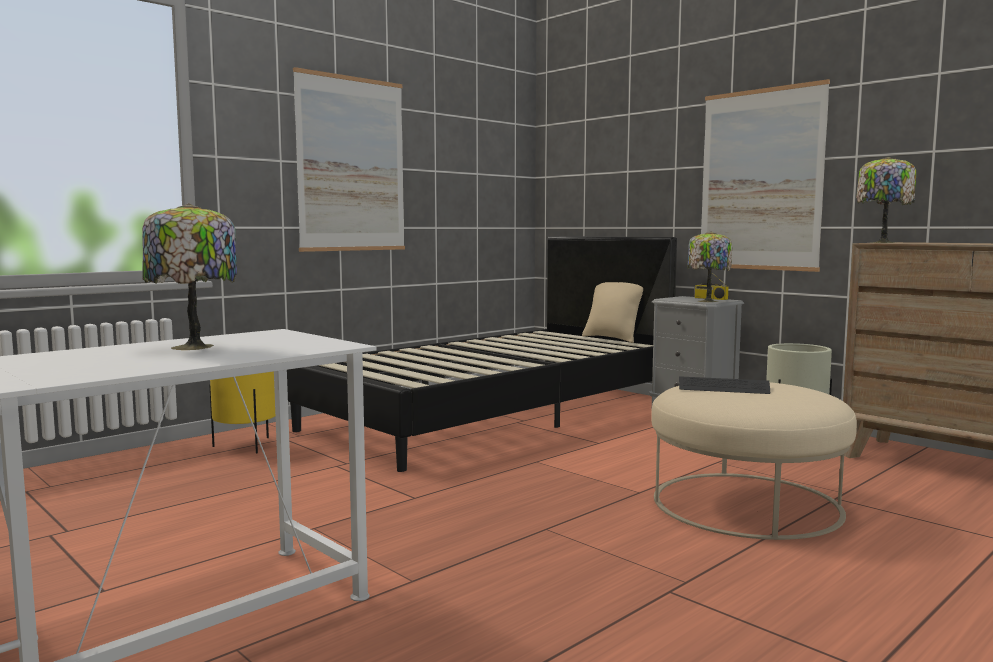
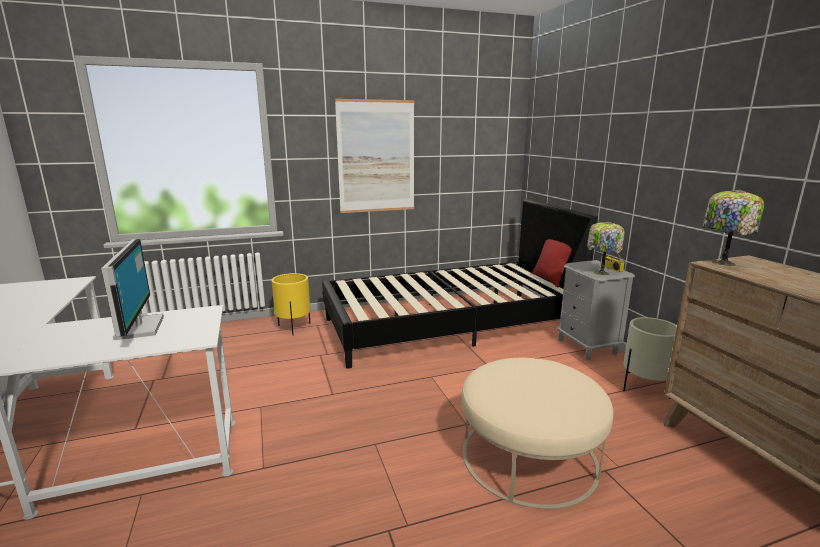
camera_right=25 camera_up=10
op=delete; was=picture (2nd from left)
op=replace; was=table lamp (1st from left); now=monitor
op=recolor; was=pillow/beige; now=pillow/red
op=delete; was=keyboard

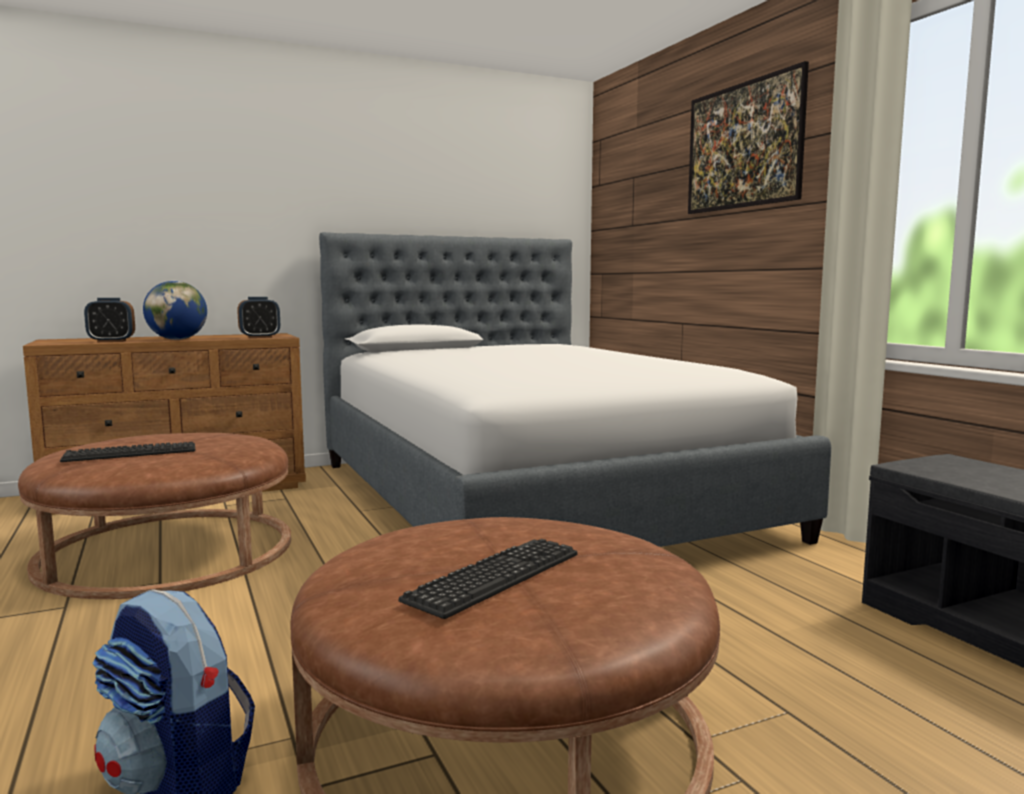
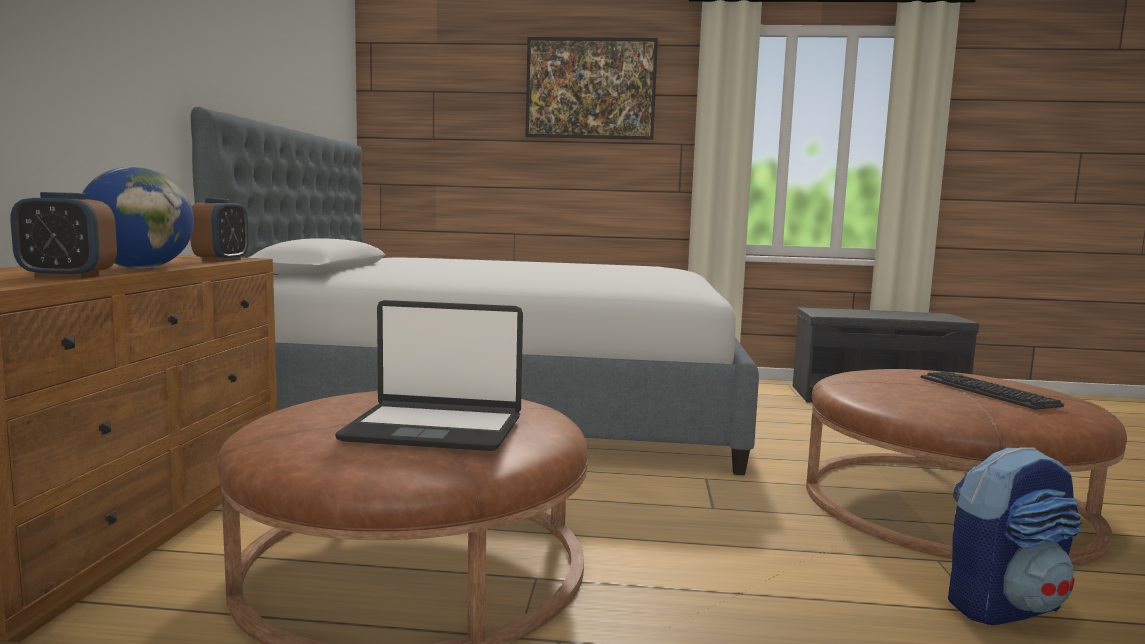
camera_right=-60 camera_up=0
op=rotate; was=alarm clock (1st from left); clockwise=75
op=replace; was=keyboard (1st from left); now=laptop

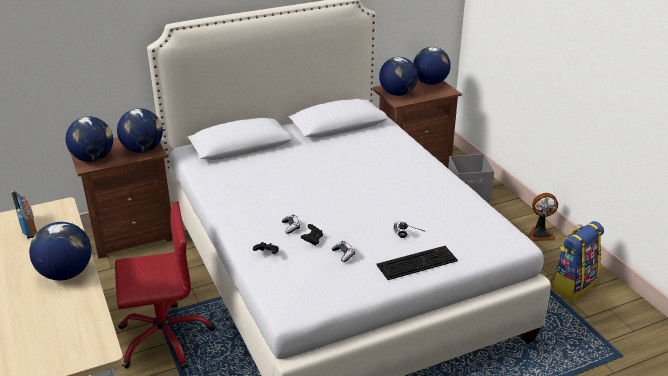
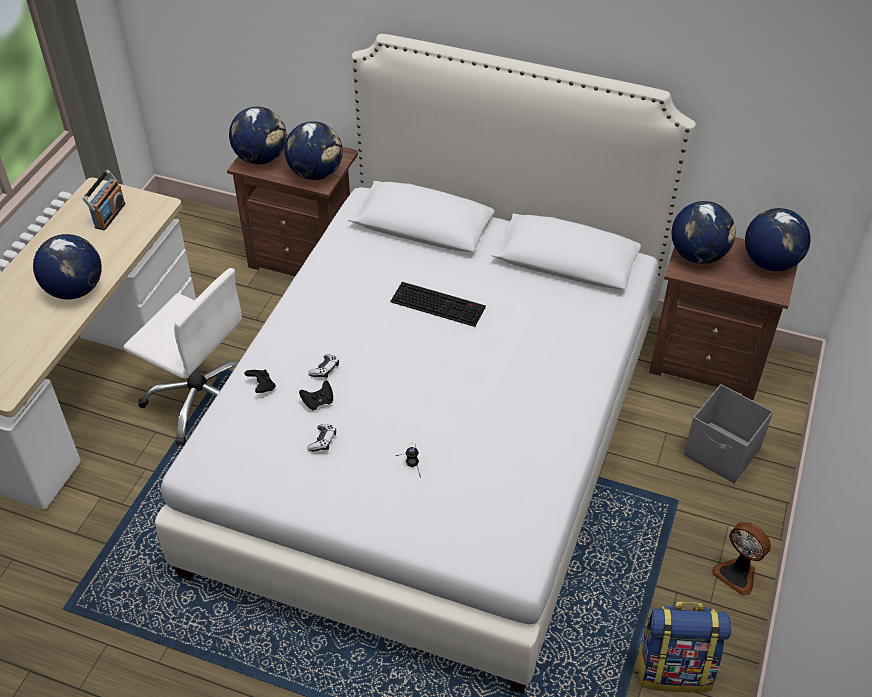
camera_right=45 camera_up=15
op=recolor; was=office chair/red; now=office chair/white
op=move; was=keyboard

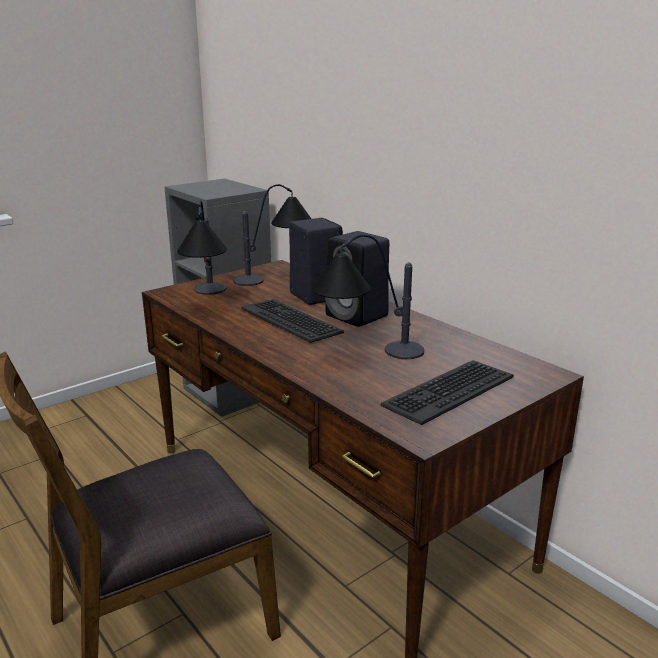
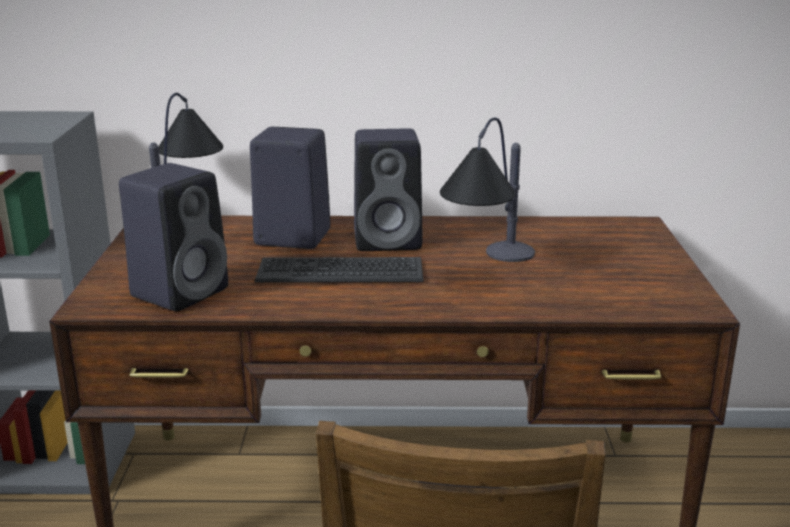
camera_right=-50 camera_up=0
op=replace; was=table lamp (1st from left); now=speaker/black (1st from left)
op=delete; was=keyboard (2nd from left)

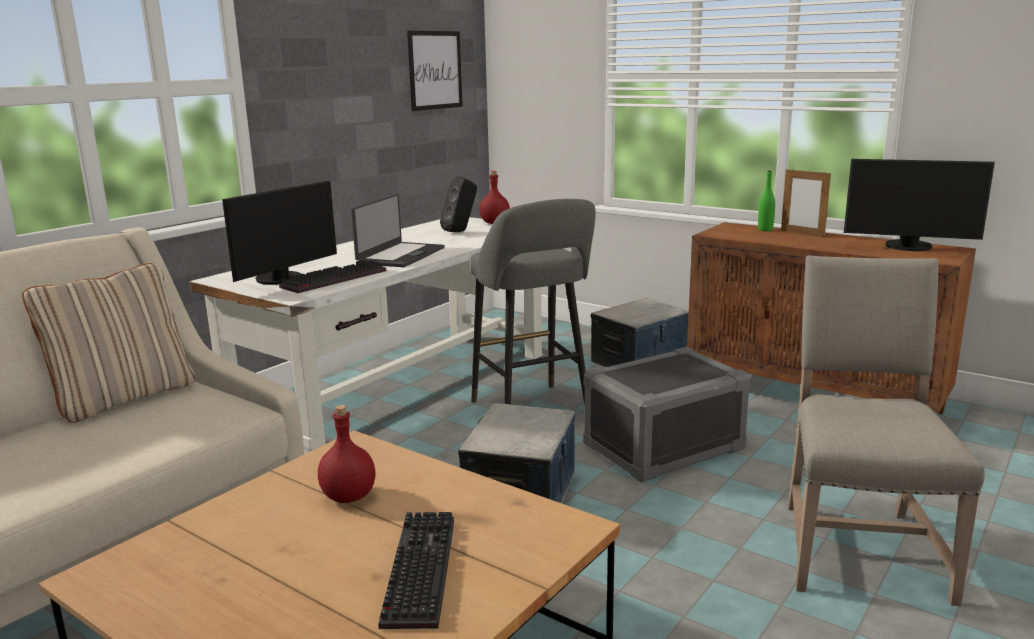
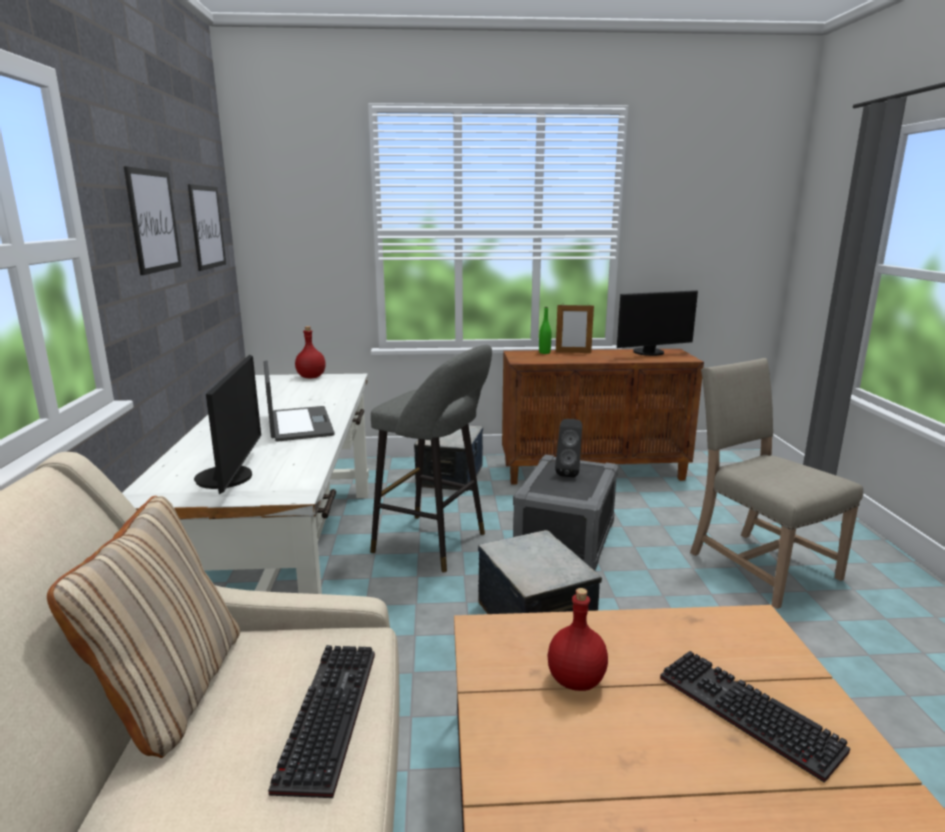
camera_right=-40 camera_up=0
op=move; was=speaker/black
op=move; was=keyboard (1st from left)
op=insert; now=picture (1st from left)

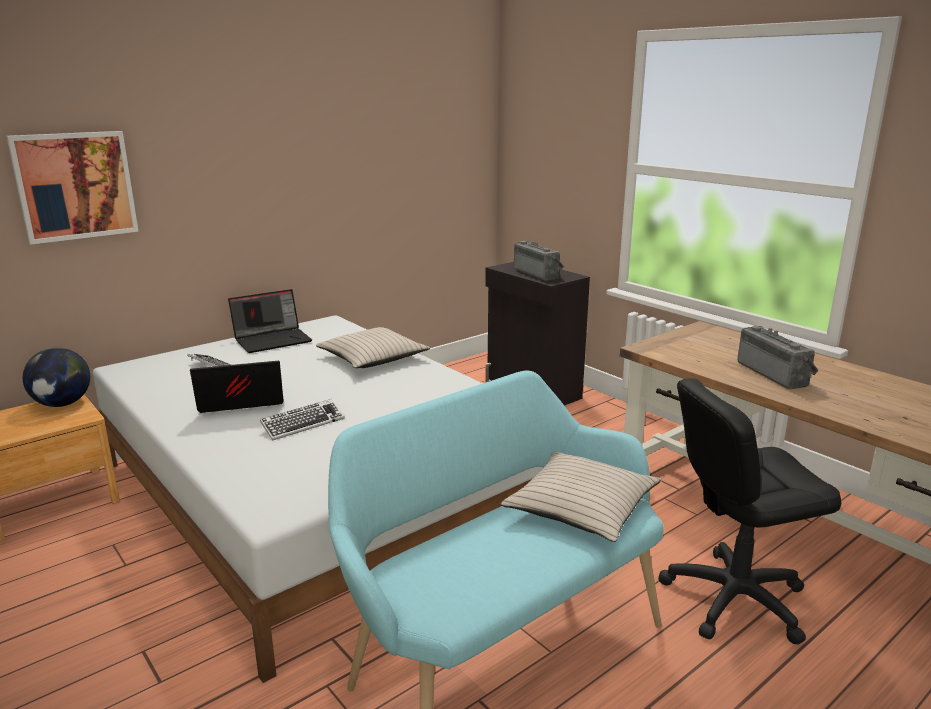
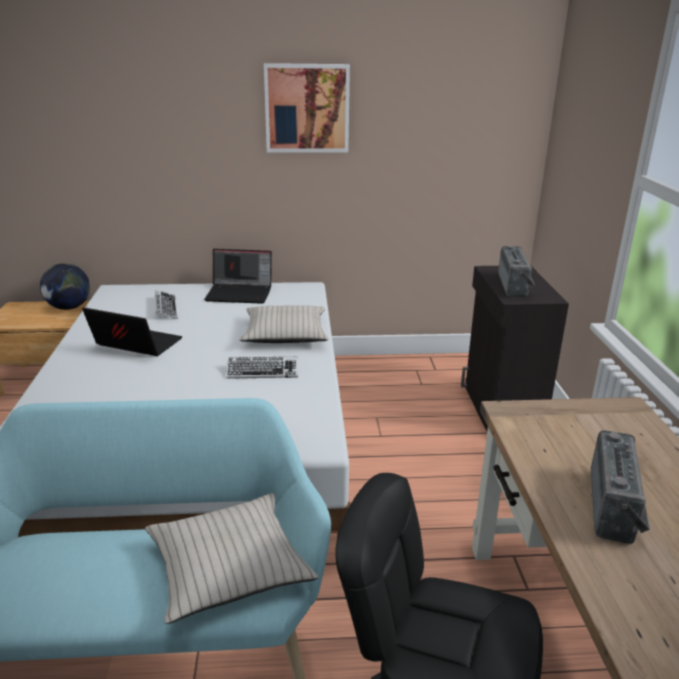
camera_right=35 camera_up=5
op=move; was=picture
op=move; was=keyboard (2nd from left)

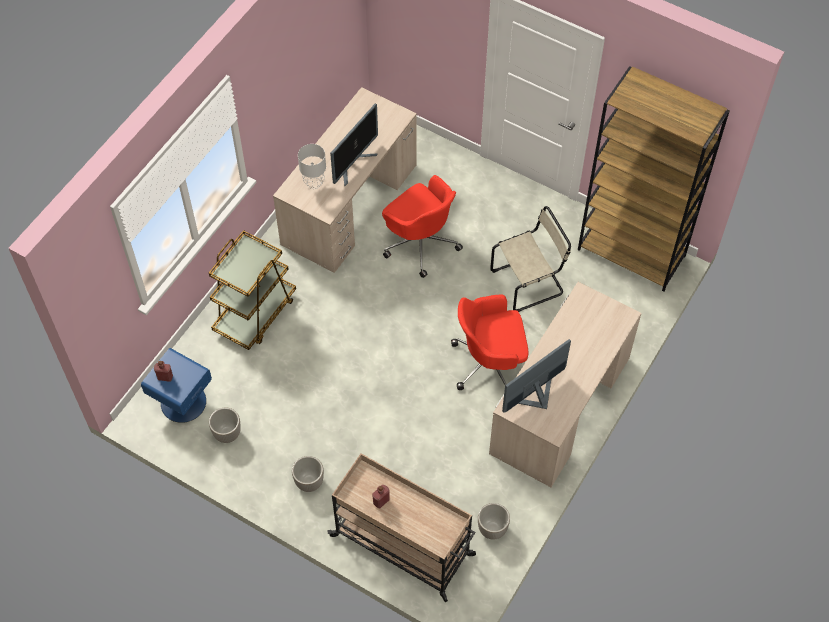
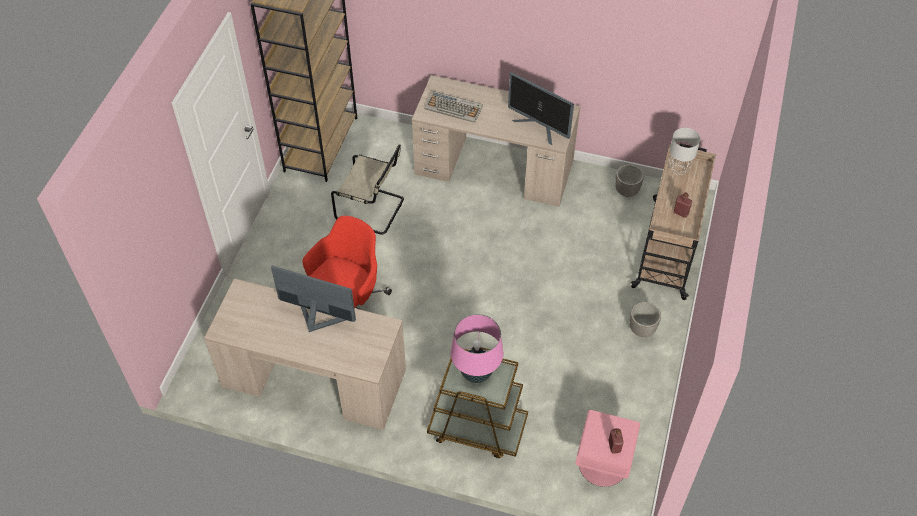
camera_right=-105 camera_up=-5
op=move; was=table lamp/grey
op=rotate; was=chair/beige; clockwise=150
op=delete; was=office chair/red (2nd from left)
op=recolor; was=nightstand/blue; now=nightstand/pink
op=delete; was=planter (1st from left)
op=insert; now=keyboard
op=insert; now=table lamp/pink

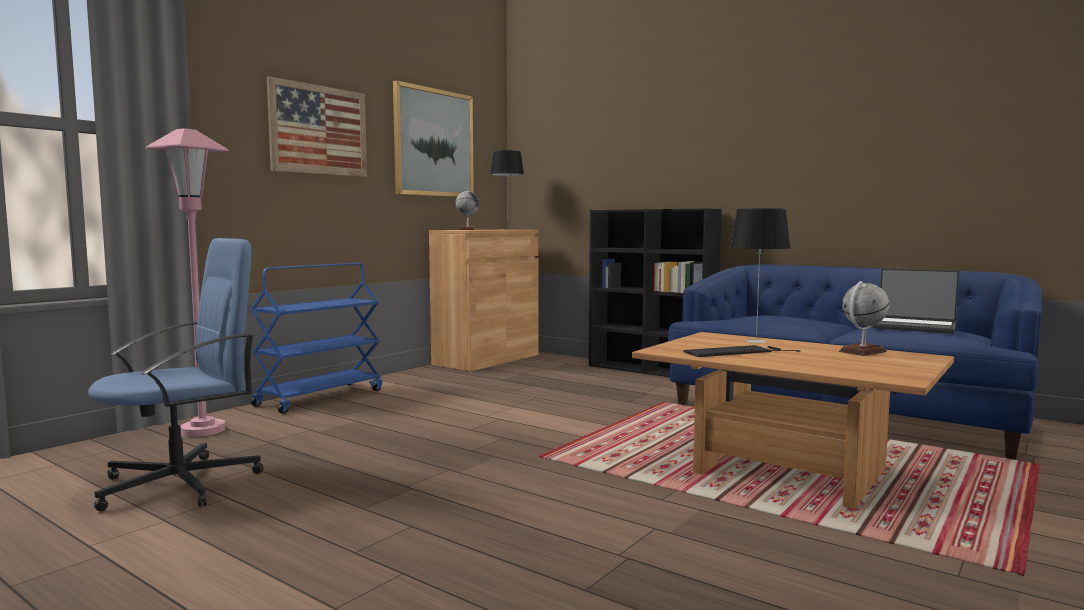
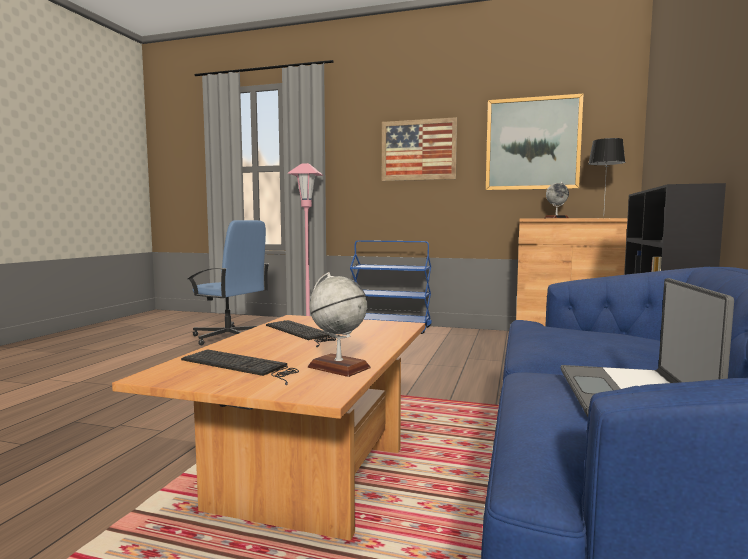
camera_right=70 camera_up=0
op=delete; was=table lamp (2nd from left)
op=insert; now=keyboard (1st from left)

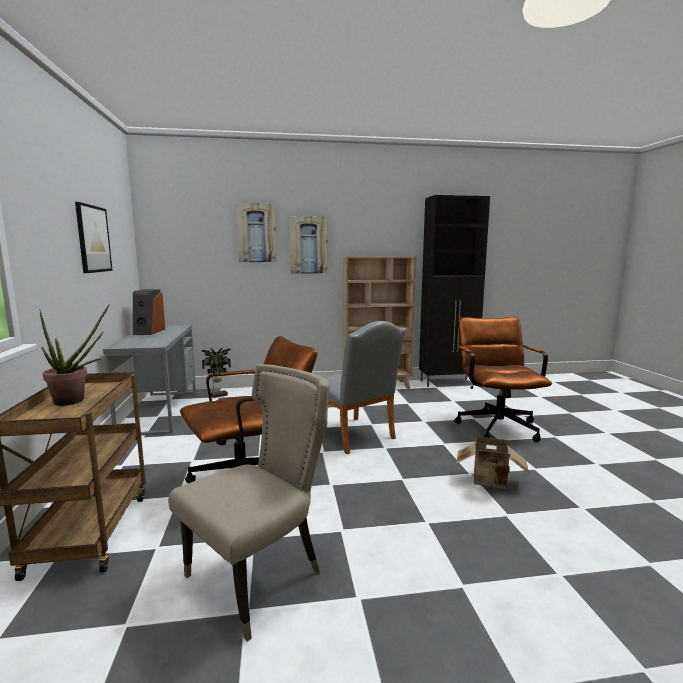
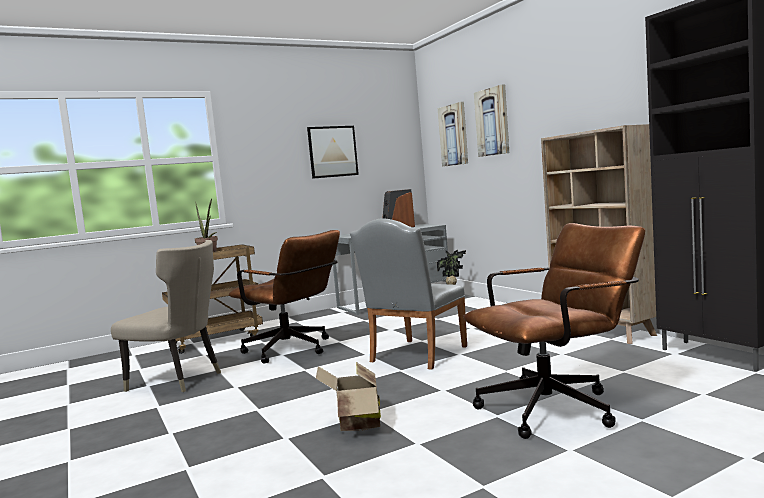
camera_right=70 camera_up=-5
op=move; was=picture (3rd from left in the first image); now=picture (2nd from left)

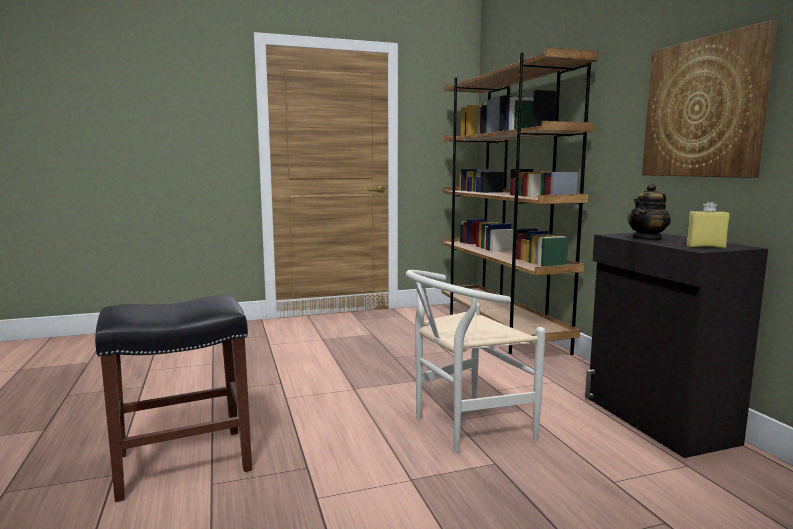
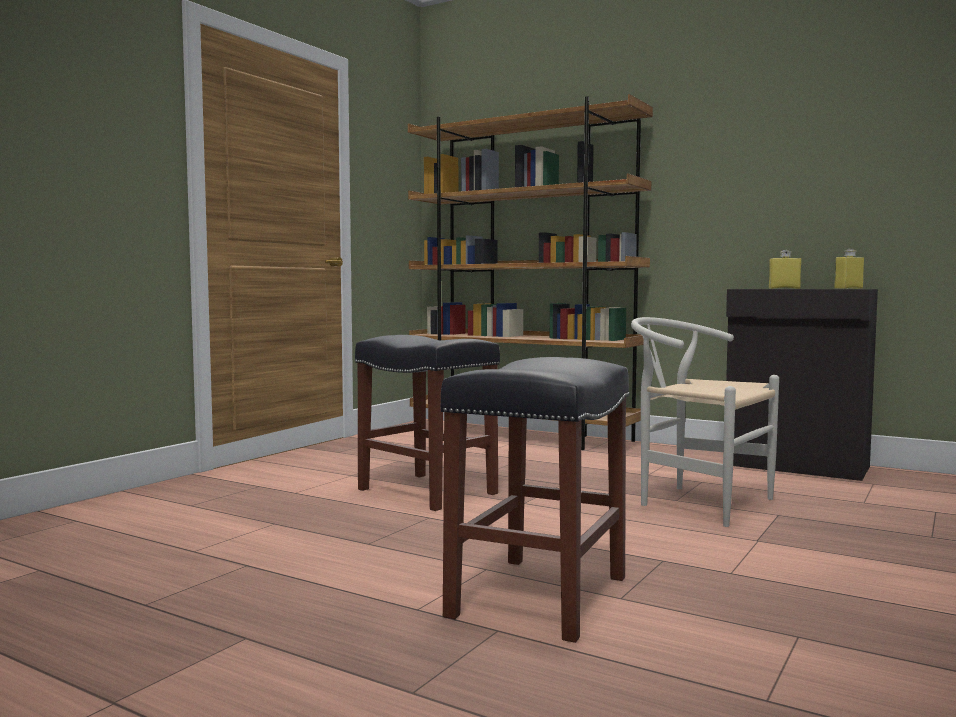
camera_right=-40 camera_up=-5
op=delete; was=picture
op=replace; was=teapot; now=bottle/yellow (1st from left)
op=rotate; was=chair/white; clockwise=105
op=insert; now=stool/black (1st from left)

